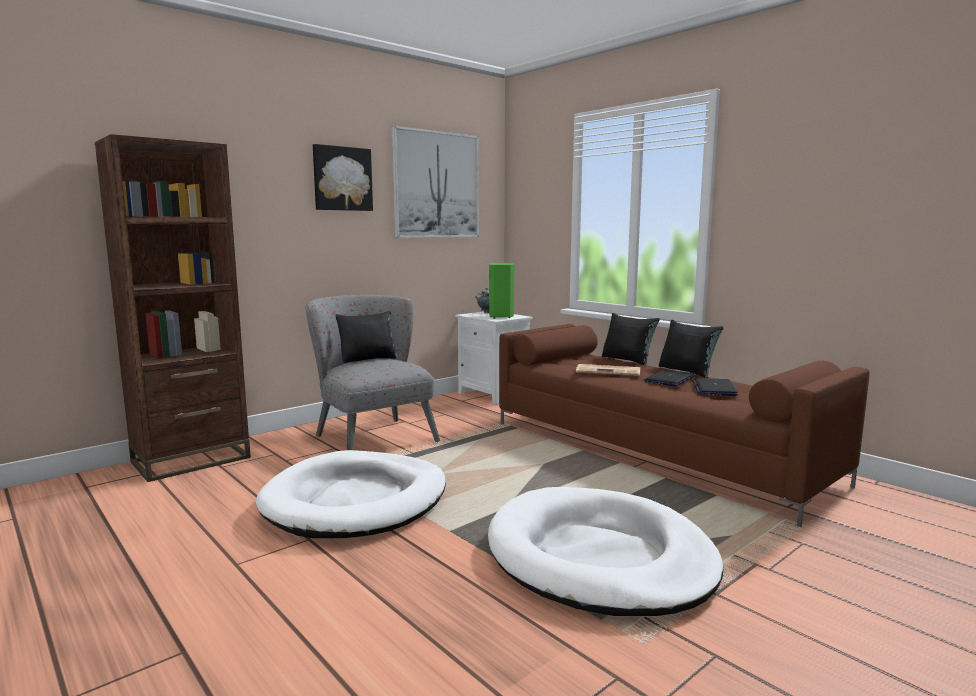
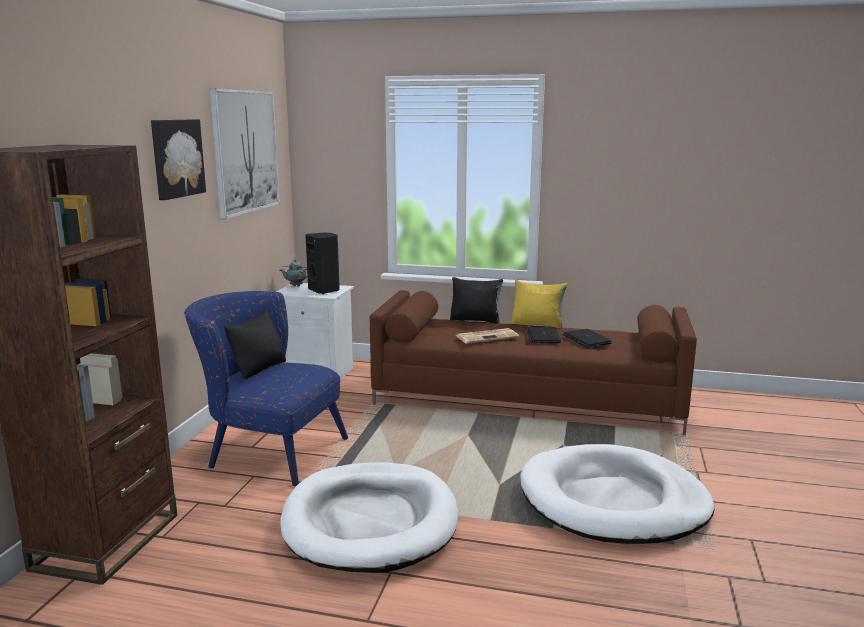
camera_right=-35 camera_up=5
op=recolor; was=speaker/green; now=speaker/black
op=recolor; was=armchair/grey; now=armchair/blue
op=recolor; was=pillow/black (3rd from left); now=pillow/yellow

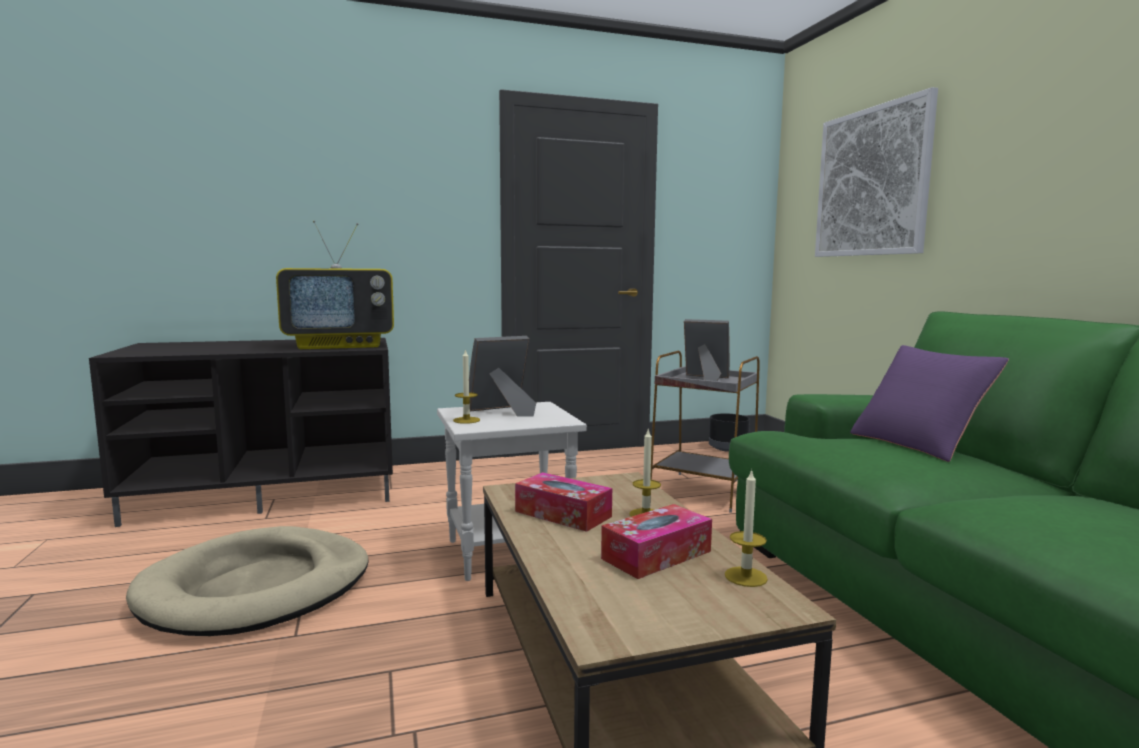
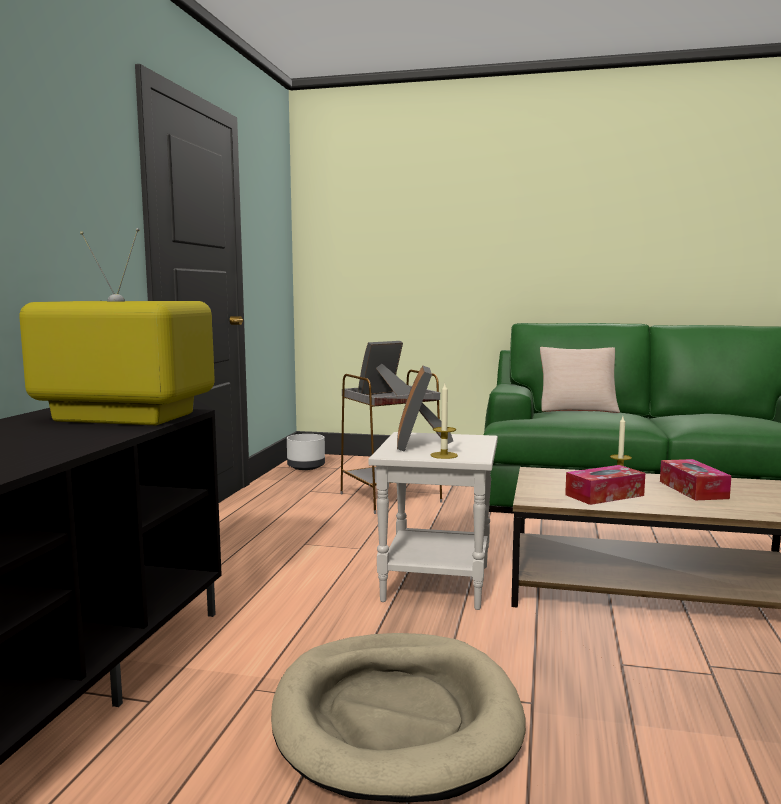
camera_right=-60 camera_up=0
op=delete; was=picture
op=rotate; was=television; clockwise=-90
op=recolor; was=pillow/purple; now=pillow/beige
op=recolor; was=planter/black; now=planter/white
op=delete; was=candle (3rd from left)

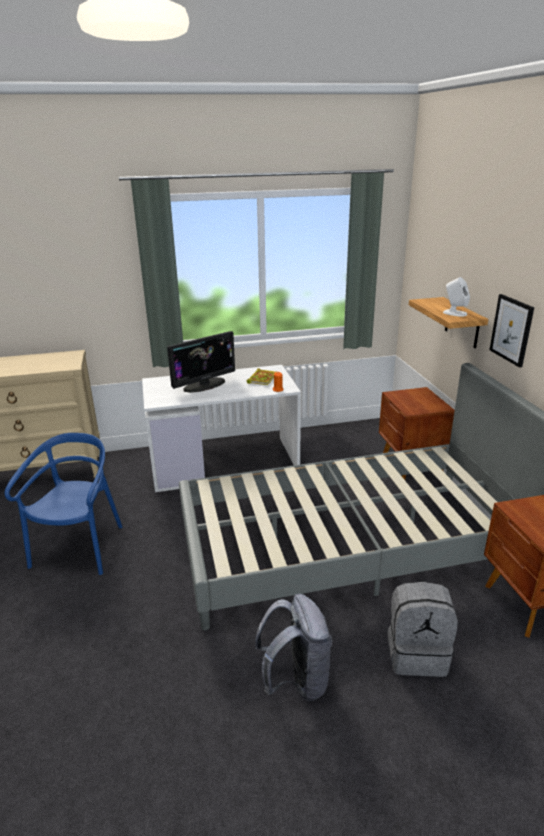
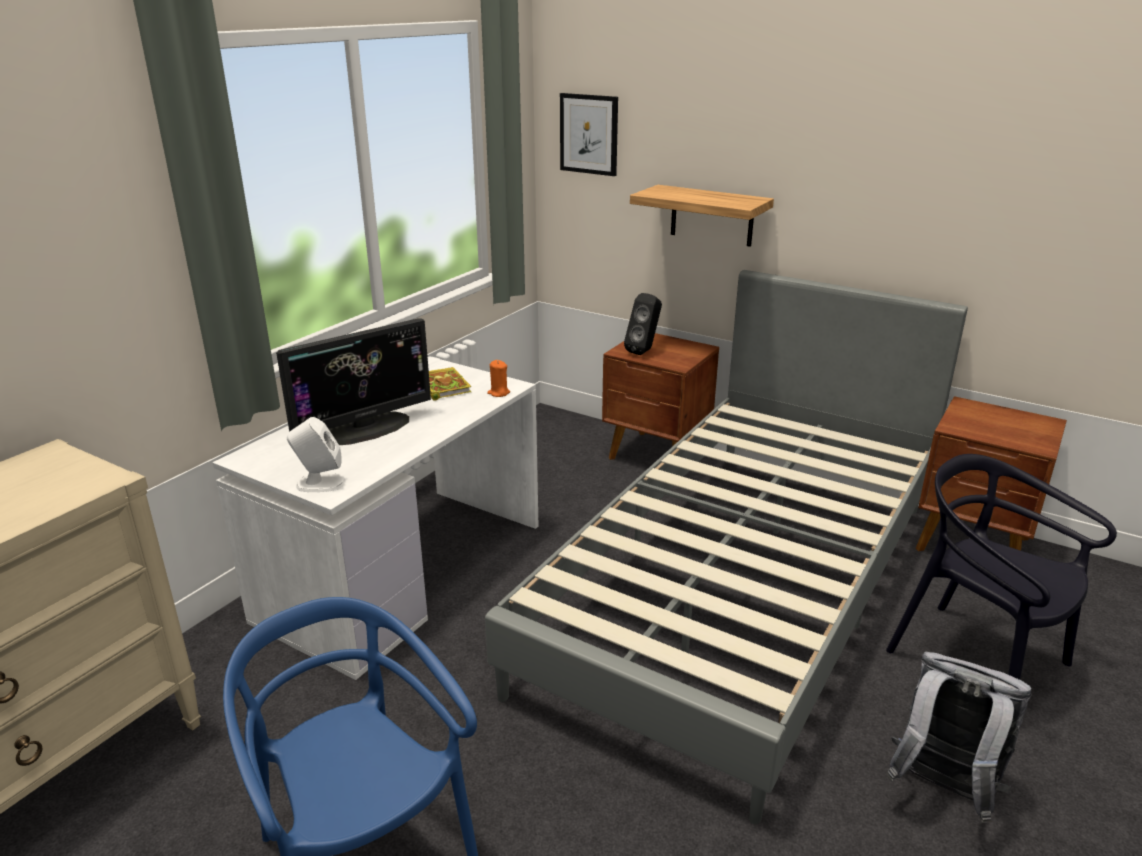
camera_right=-45 camera_up=0
op=move; was=speaker/white
op=move; was=picture
op=rotate; was=monitor; clockwise=45
op=replace; was=backpack/grey (2nd from left); now=chair/black
op=insert; now=speaker/black

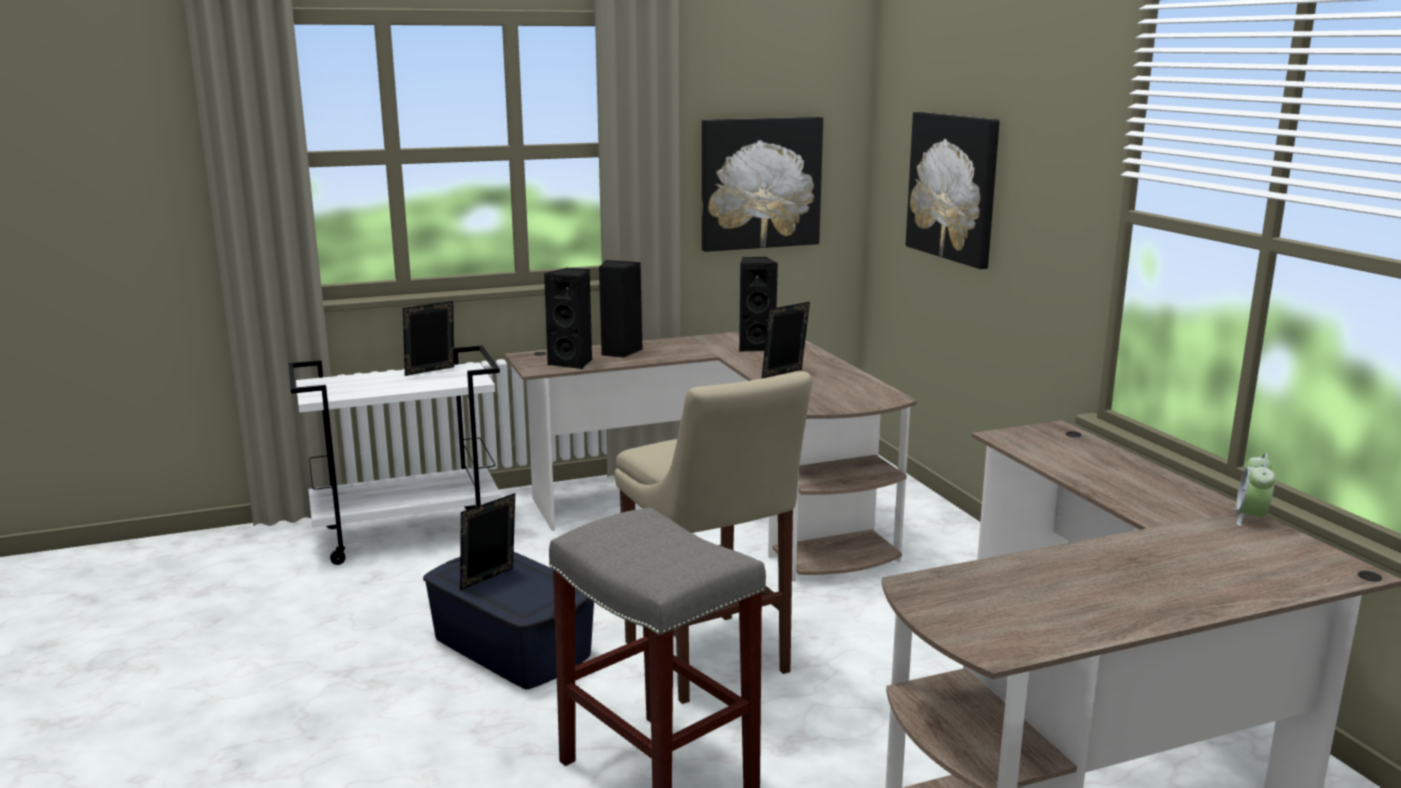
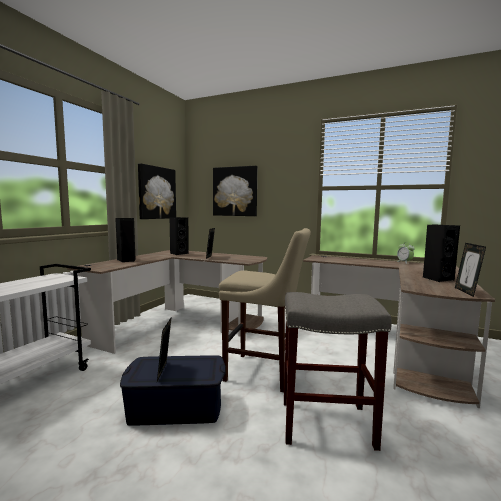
camera_right=-45 camera_up=-10
op=move; was=speaker/black (1st from left in the first image); now=speaker/black (3rd from left)
op=move; was=picture frame (1st from left in the first image); now=picture frame (3rd from left)

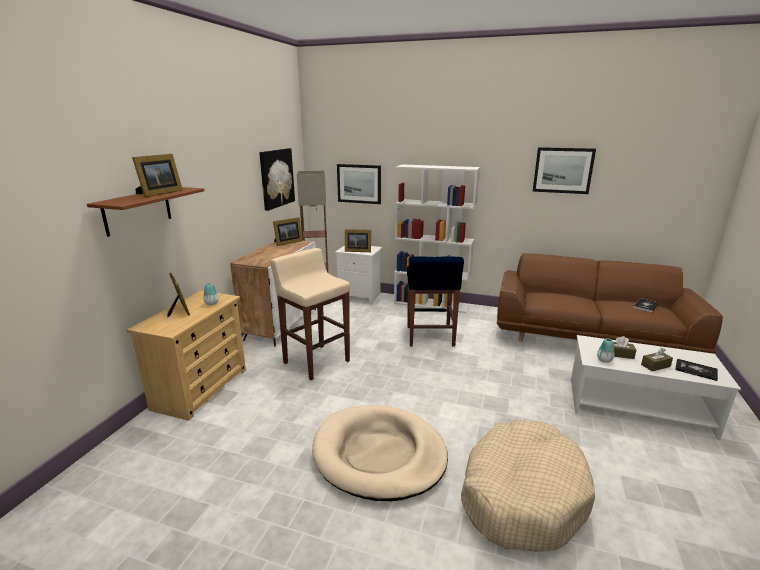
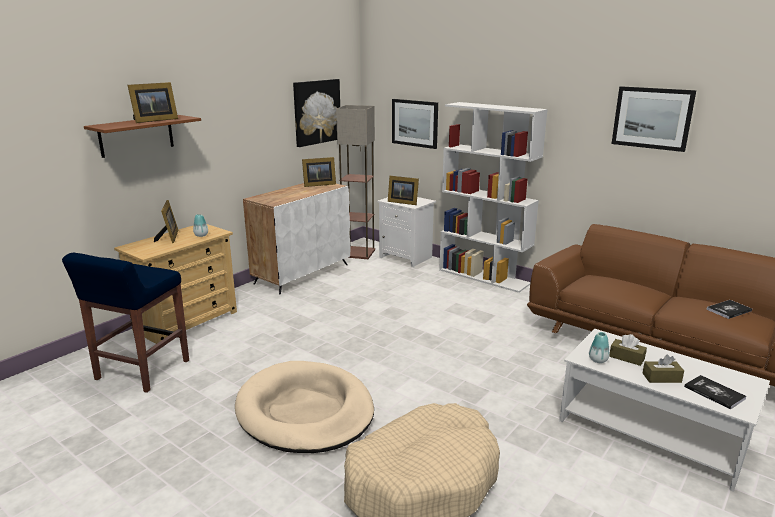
camera_right=20 camera_up=0
op=delete; was=stool/beige
op=move; was=stool/blue

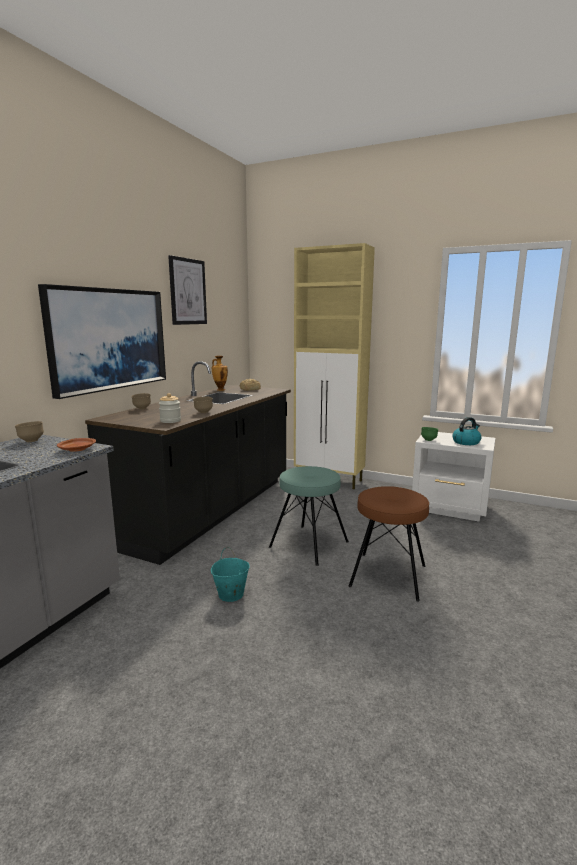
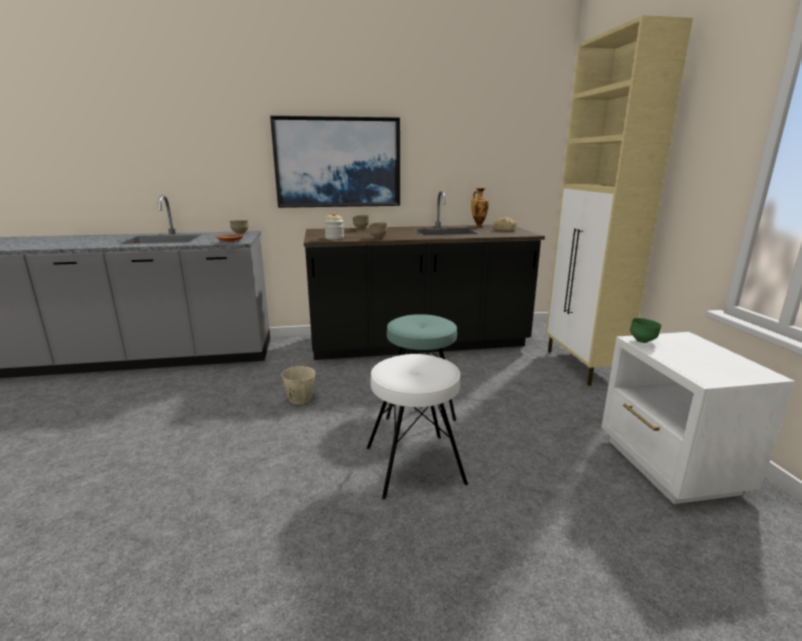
camera_right=55 camera_up=5
op=delete; was=picture (2nd from left)
op=delete; was=kettle
op=recolor; was=stool/brown; now=stool/white
op=recolor; was=bucket/turquoise; now=bucket/beige

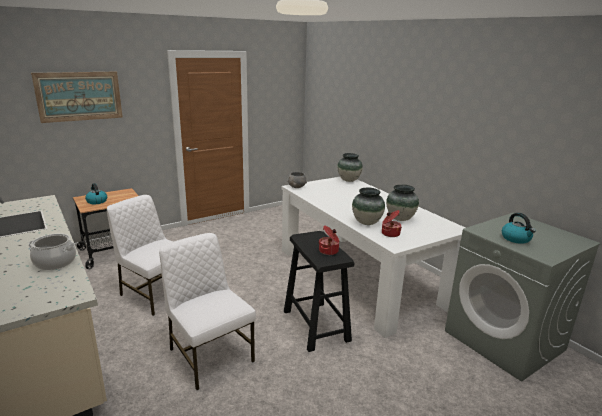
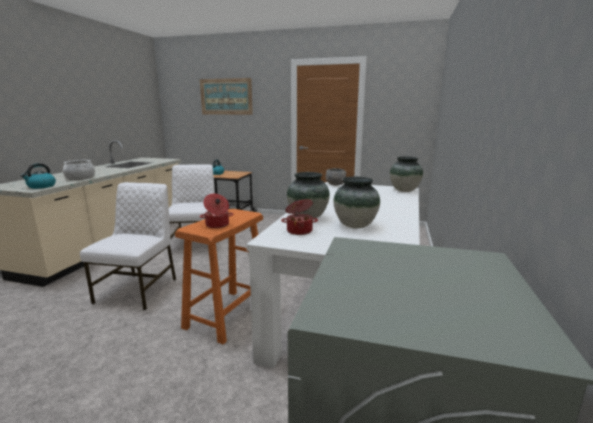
camera_right=50 camera_up=-5
op=move; was=kettle (2nd from left in the first image); now=kettle (1st from left)
op=recolor; was=stool/black; now=stool/orange

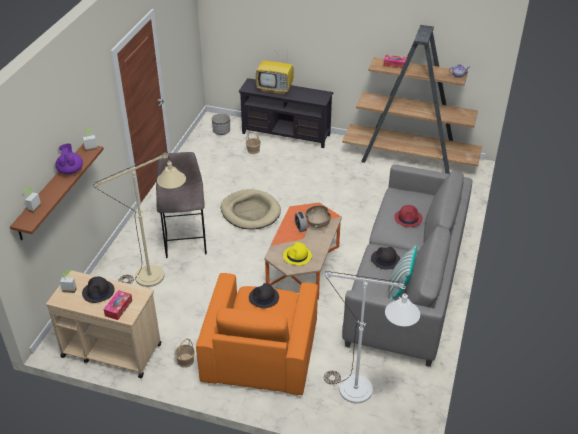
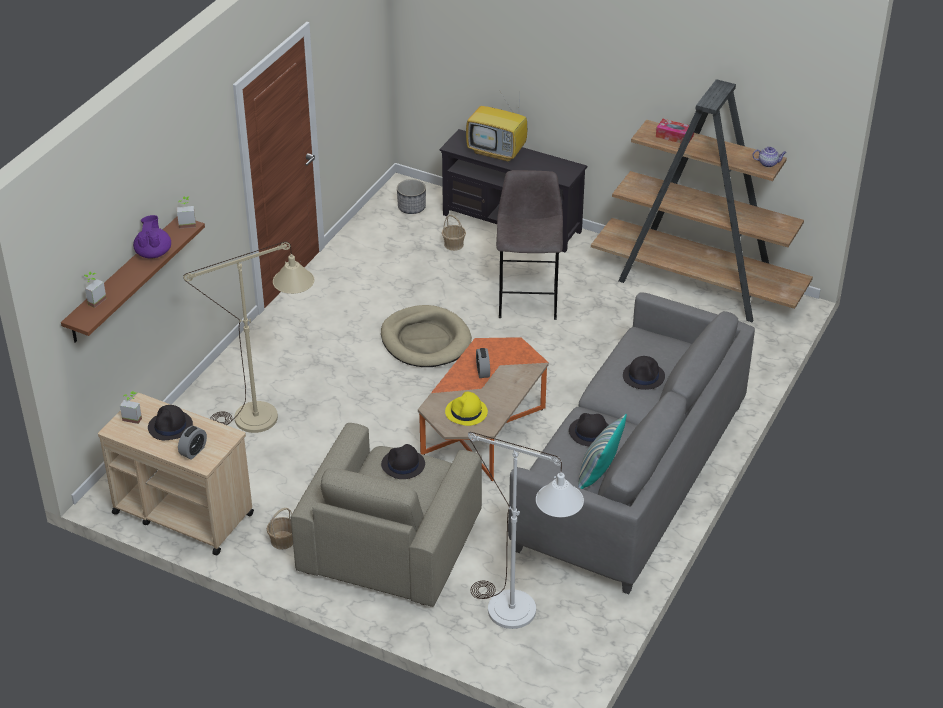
camera_right=10 camera_up=0
op=move; was=stool/grey
op=delete; was=bowl/brown
op=recolor; was=hat/red; now=hat/black (4th from left)
op=recolor; was=armchair/orange; now=armchair/beige
op=replace; was=tissue box (1st from left); now=alarm clock (1st from left)

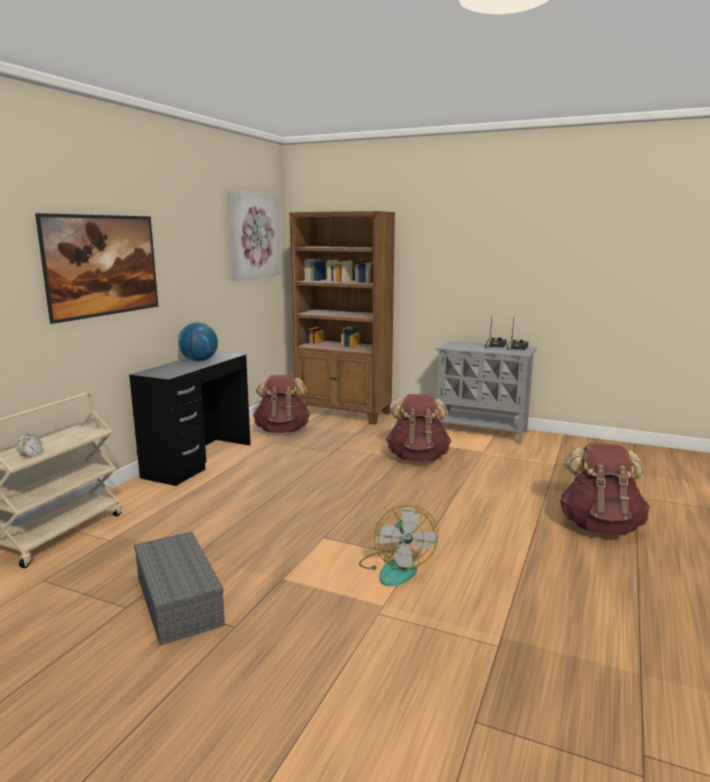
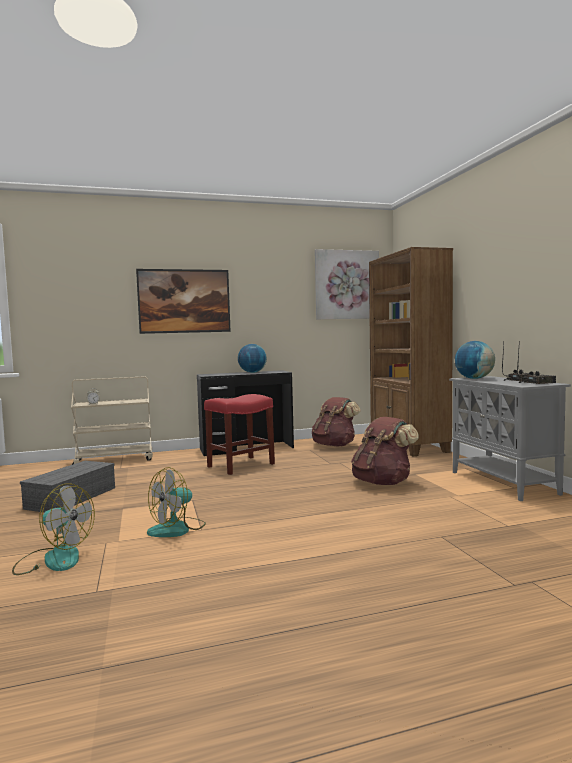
camera_right=50 camera_up=-10
op=delete; was=backpack/brown (3rd from left)
op=insert; now=globe (2nd from left)
op=insert; now=stool/red
op=insert; now=fan (1st from left)

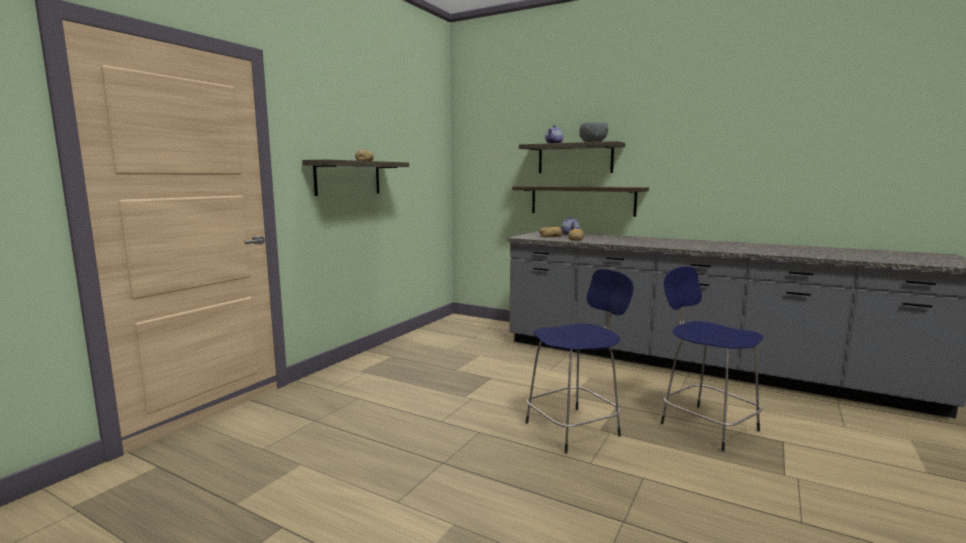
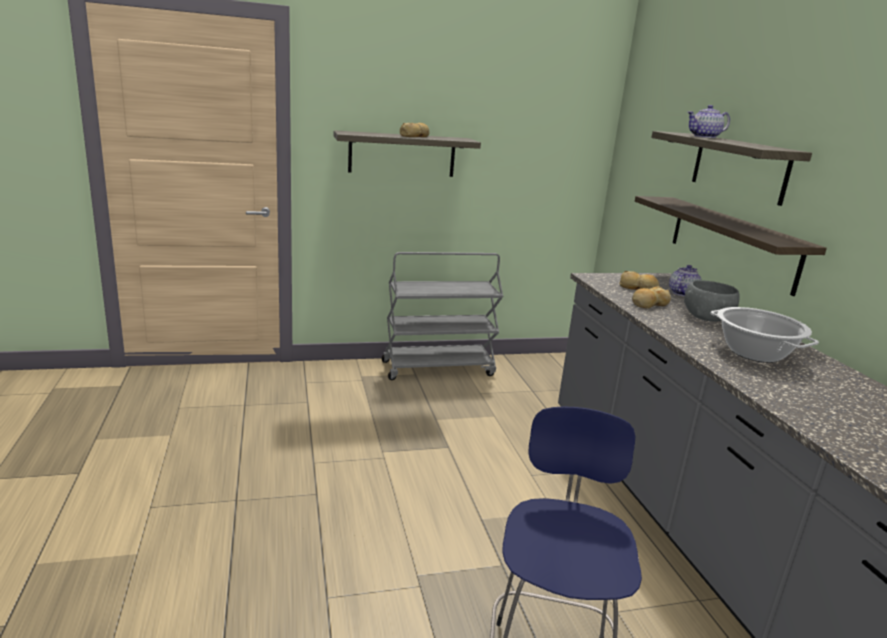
camera_right=45 camera_up=10
op=move; was=bowl/grey
op=delete; was=stool/blue (1st from left)
op=insert; now=cart/grey
op=insert; now=cooking pot

